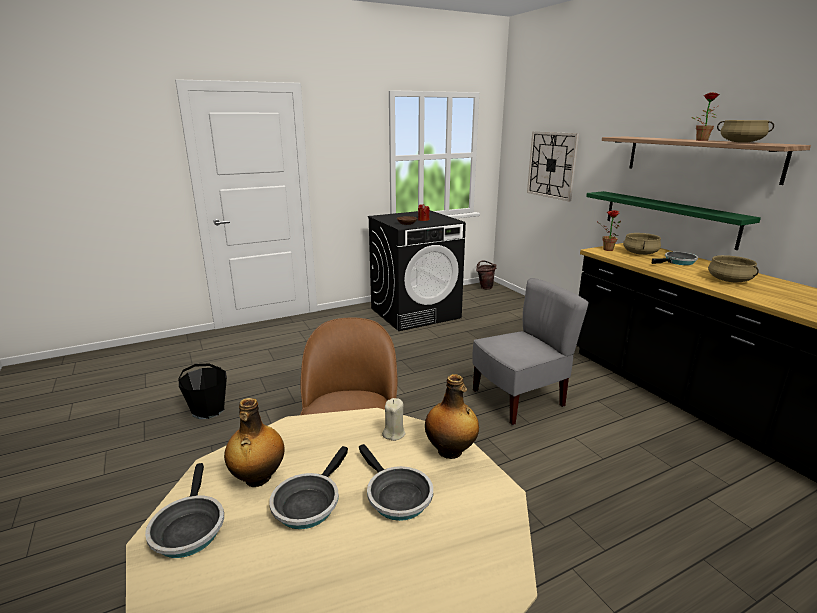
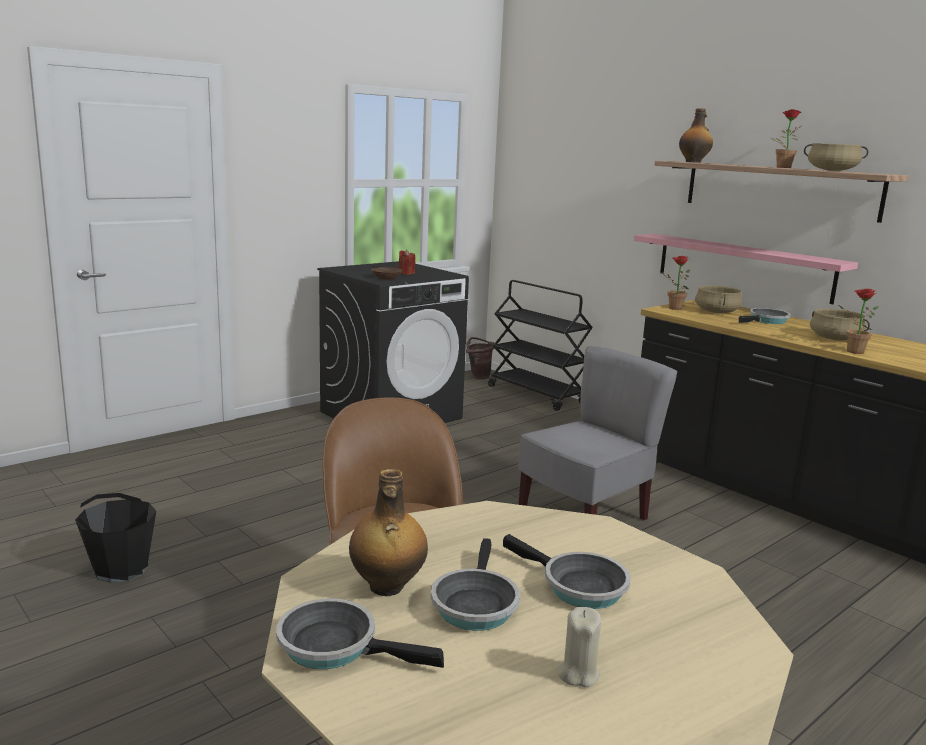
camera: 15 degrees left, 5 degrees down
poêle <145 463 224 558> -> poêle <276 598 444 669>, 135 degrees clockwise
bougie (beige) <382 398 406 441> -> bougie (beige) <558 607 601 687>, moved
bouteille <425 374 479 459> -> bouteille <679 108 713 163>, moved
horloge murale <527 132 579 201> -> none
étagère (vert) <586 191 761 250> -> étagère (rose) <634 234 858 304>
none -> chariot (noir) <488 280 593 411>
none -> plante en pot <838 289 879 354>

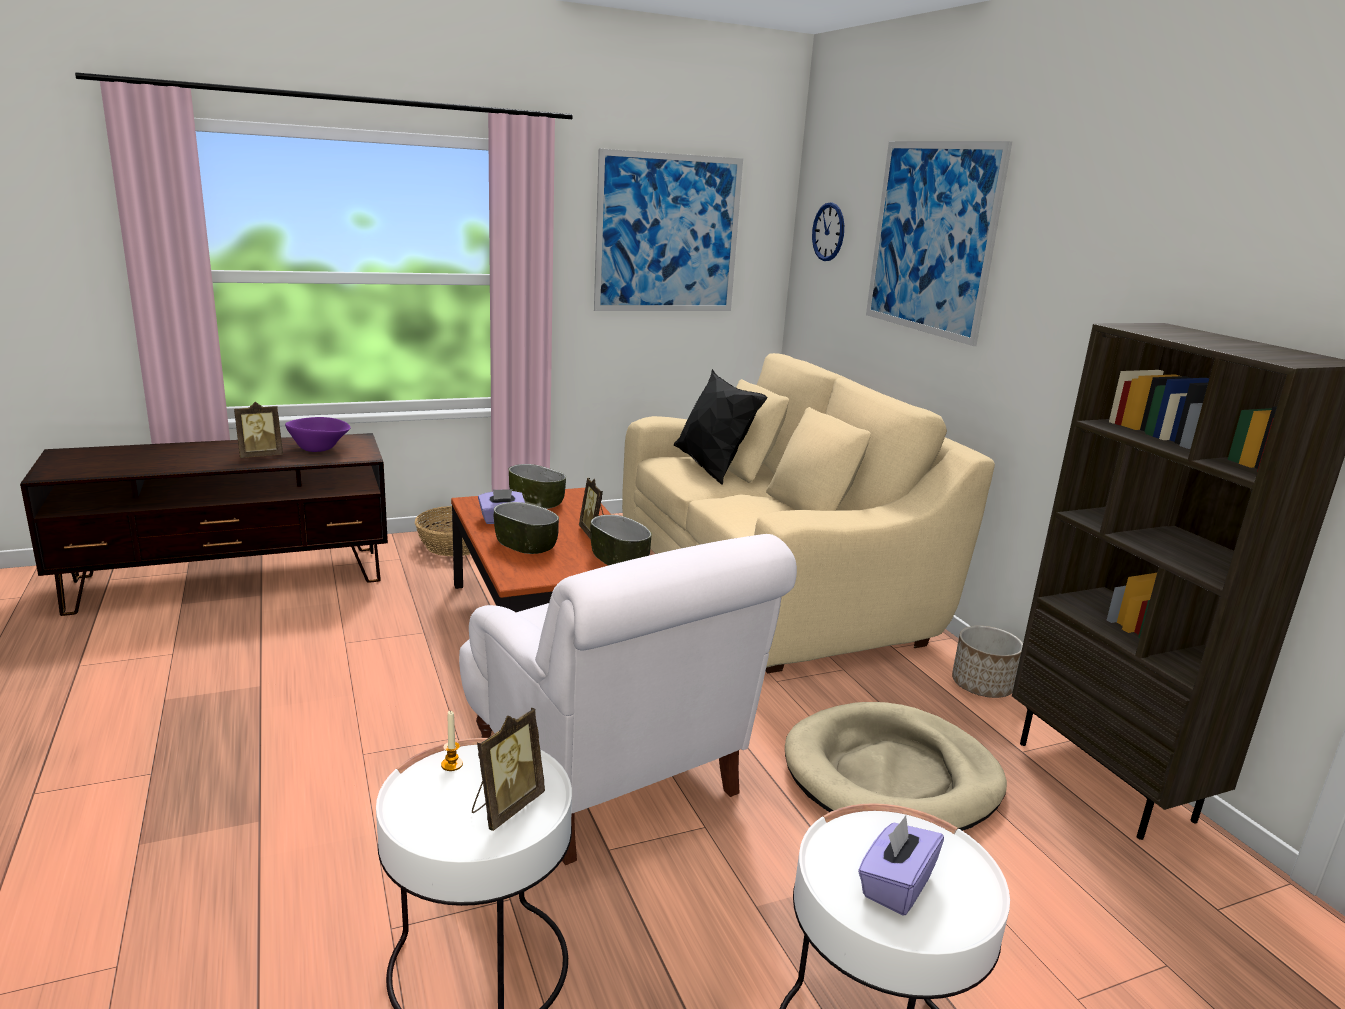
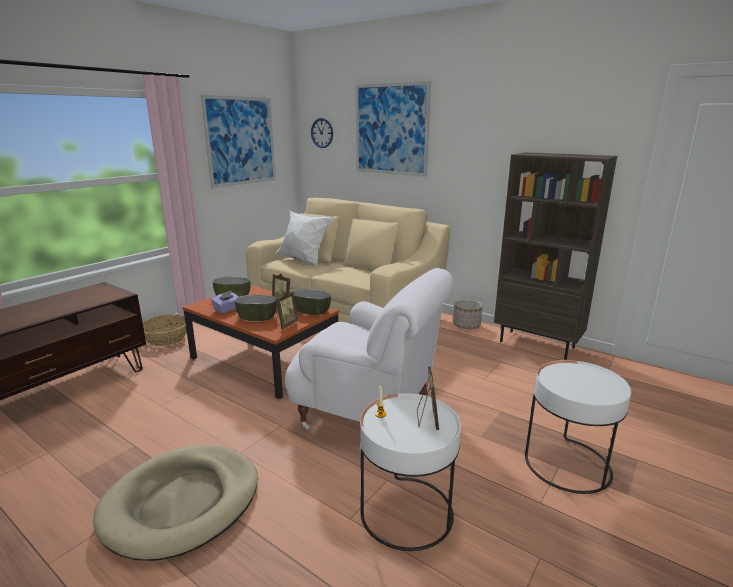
camera: 30 degrees left, 0 degrees up
cadre photo <234 402 283 458> -> cadre photo <275 291 298 329>, moved
bol (violet) <285 417 351 452> -> none
coussin (noir) <674 369 768 485> -> coussin (blanc) <275 210 333 267>
panier pour chien (beige) <785 702 1007 831> -> panier pour chien (beige) <93 445 258 561>, moved
boîte à mouchoirs (violet) <858 815 944 915> -> none

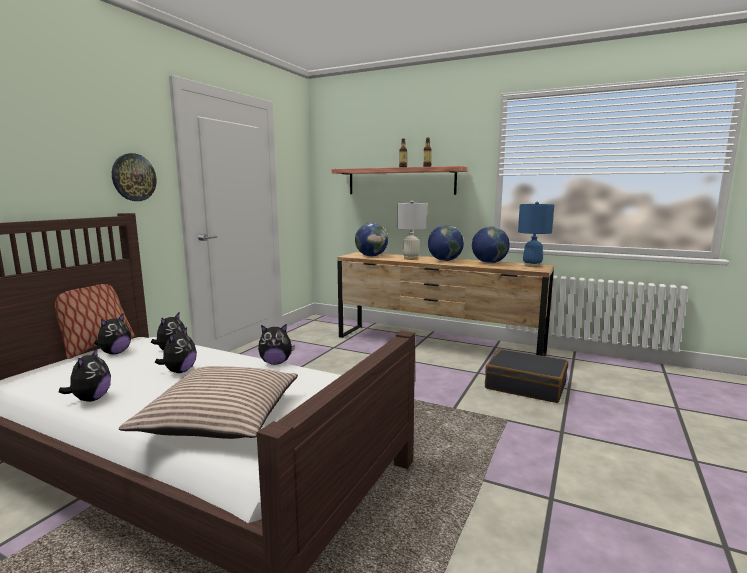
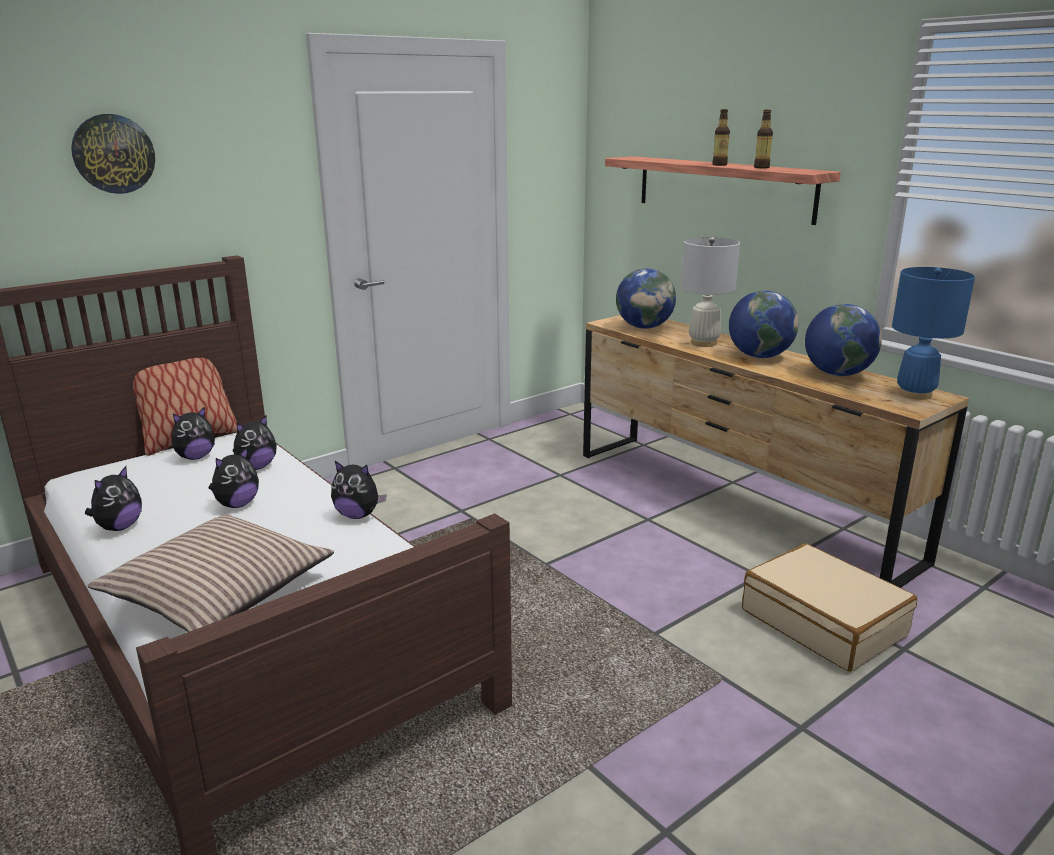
camera: 25 degrees right, 10 degrees up
horloge murale <112 153 156 201> -> horloge murale <71 114 155 194>, moved
valise (noir) <485 349 568 403> -> valise (beige) <742 543 917 671>

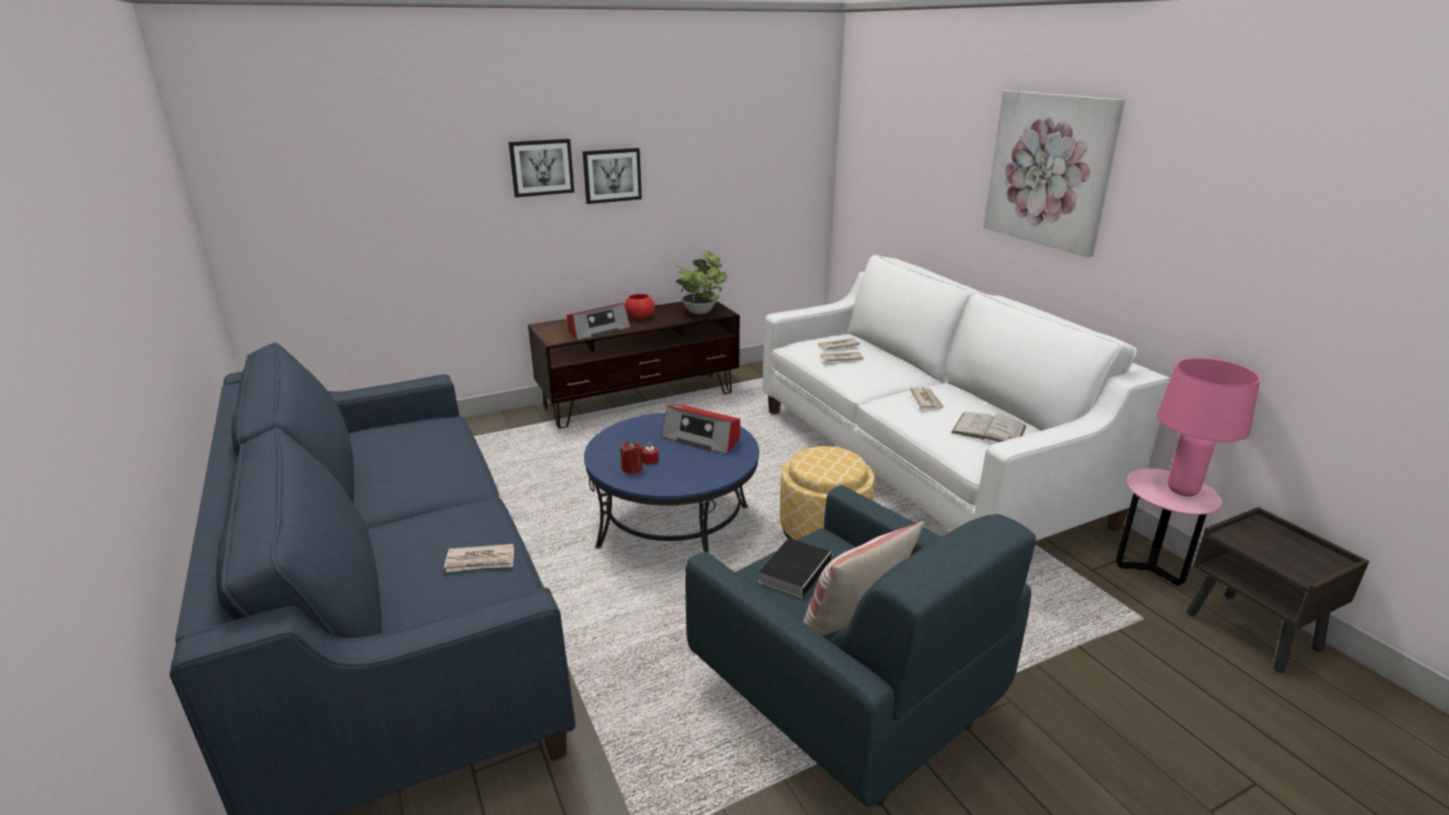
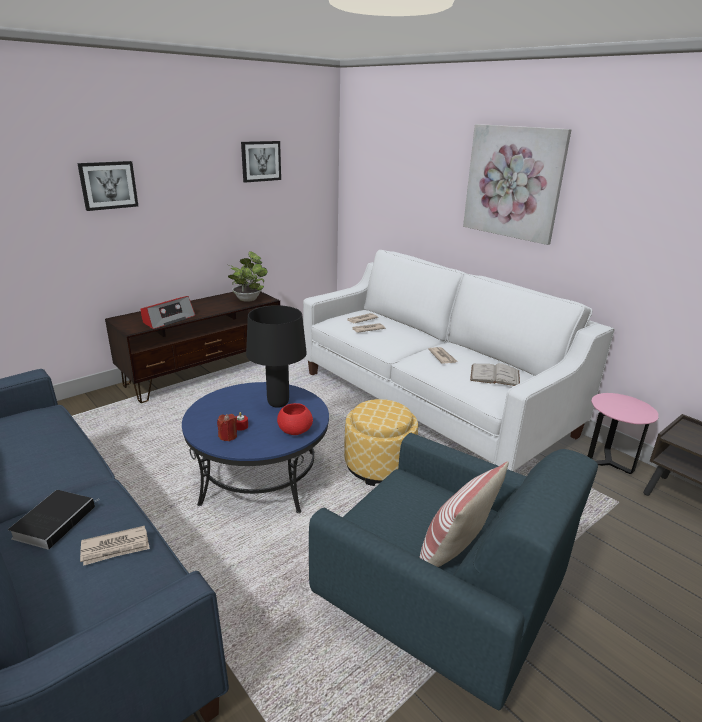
camera: 15 degrees left, 0 degrees up
tableau <582 148 642 204> -> tableau <241 141 281 183>, moved
bol (rouge) <625 294 655 319> -> bol (rouge) <277 403 313 435>, moved
radio <661 405 740 454> -> lampe de table (noir) <246 305 307 408>
livre <759 538 833 598> -> livre <8 490 100 550>, moved
lampe de table (rose) <1157 358 1260 496> -> none

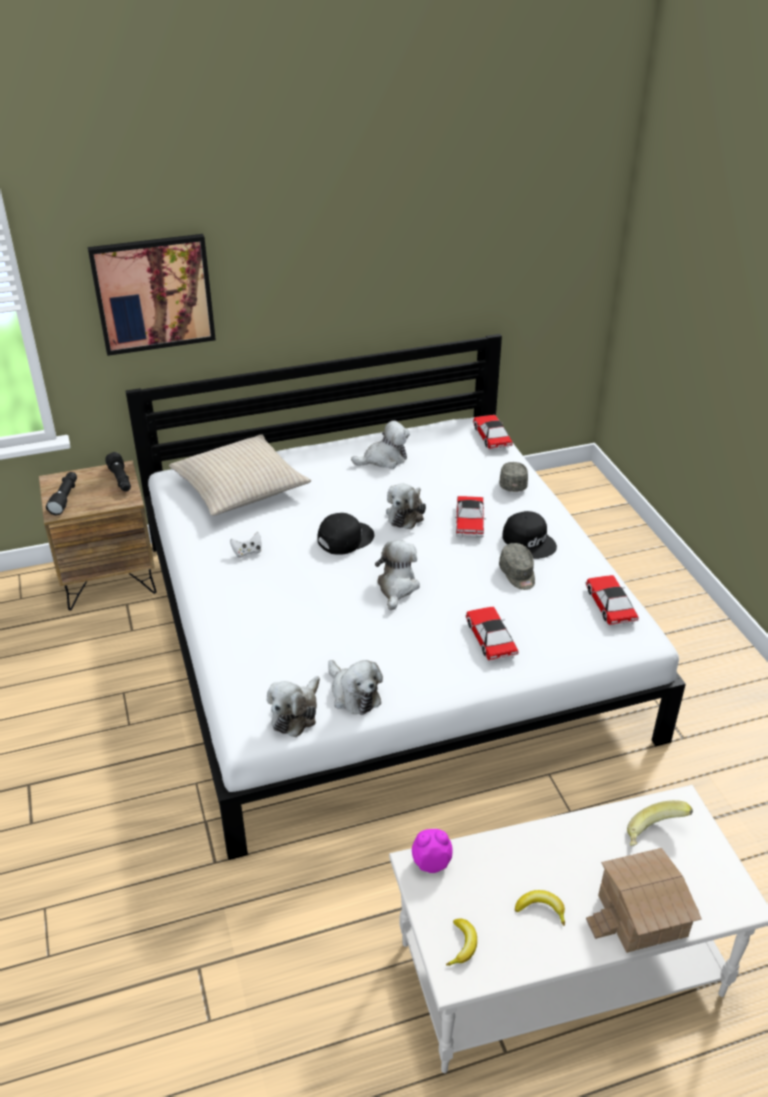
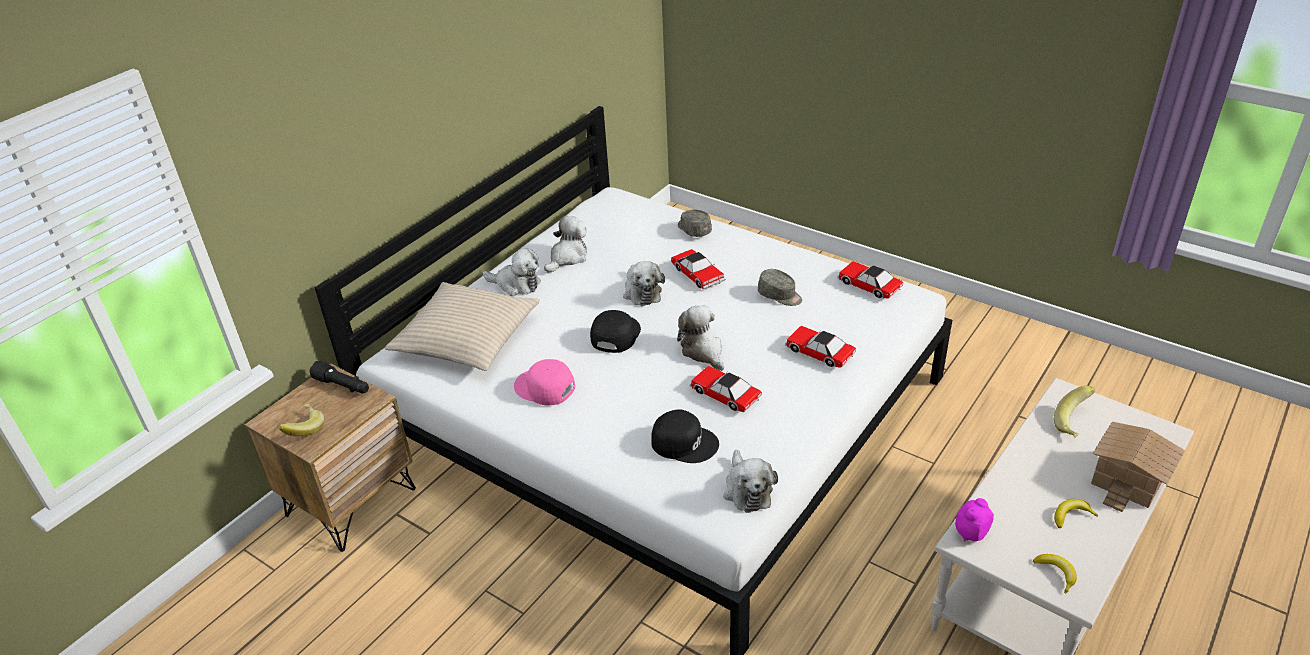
camera: 35 degrees left, 0 degrees up
lampe de poche (noir) <46 472 77 515> -> banane <279 404 324 436>
tableau <88 234 216 356> -> none
manette (blanc) <230 532 262 558> -> casquette (rose) <514 359 575 405>
peluche <328 660 383 715> -> peluche <483 248 541 296>, moved
petite voiture <473 415 513 449> -> petite voiture <690 366 762 412>, moved
casquette (noir) <502 511 557 559> -> casquette (noir) <651 409 719 463>, moved

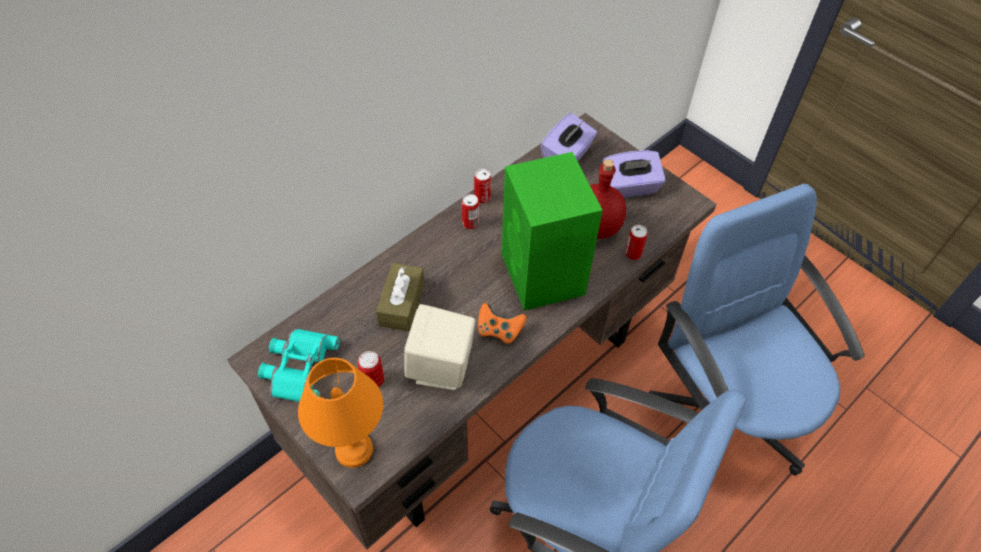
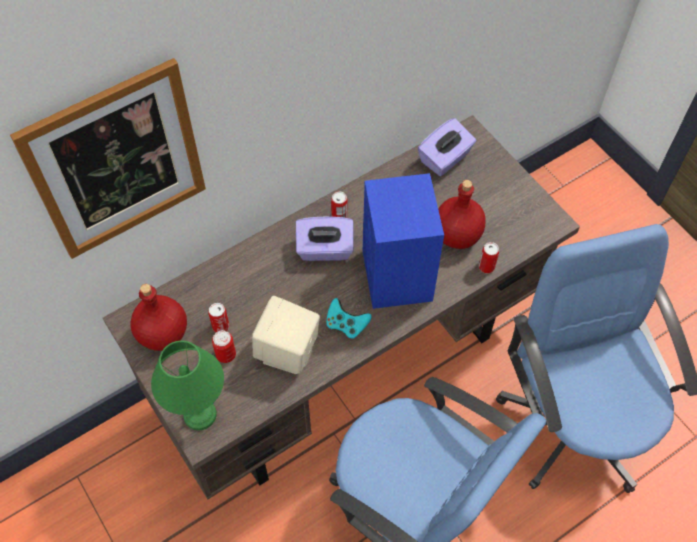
camera: 10 degrees right, 5 degrees up
jumelles (turquoise) <258 329 340 402> -> bouteille (rouge) <131 284 187 351>
lampe de table (orange) <298 358 383 468> -> lampe de table (vert) <151 340 224 430>
boîte à mouchoirs (marron) <376 263 425 332> -> none
boîte métallique <474 169 491 204> -> boîte métallique <208 303 230 332>, moved
manette (orange) <478 303 526 343> -> manette (turquoise) <327 298 372 338>
enceinte (vert) <501 152 603 311> -> enceinte (bleu) <363 173 444 309>
boîte à mouchoirs (violet) <602 150 666 198> -> boîte à mouchoirs (violet) <296 217 354 261>, moved
none -> tableau <10 58 206 259>

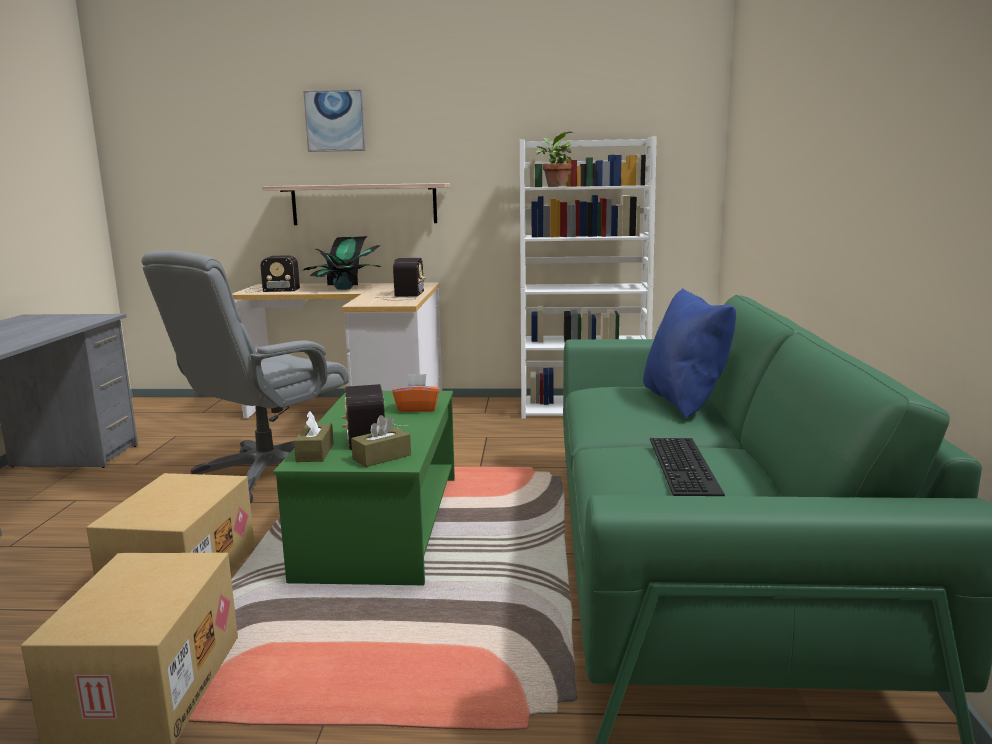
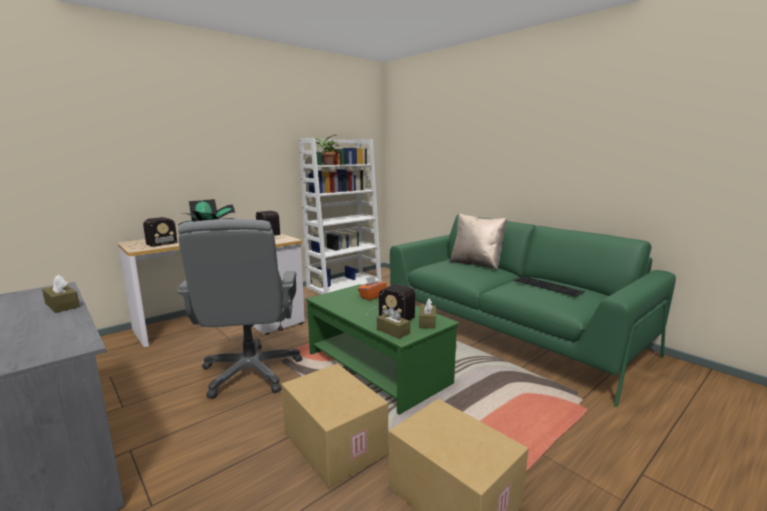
camera: 45 degrees left, 0 degrees up
étagère <262 183 451 225> -> none
tableau <303 90 366 152> -> none
coussin (bleu) <643 288 736 418> -> coussin (beige) <449 213 508 270>
none -> boîte à mouchoirs (marron) <42 275 80 313>

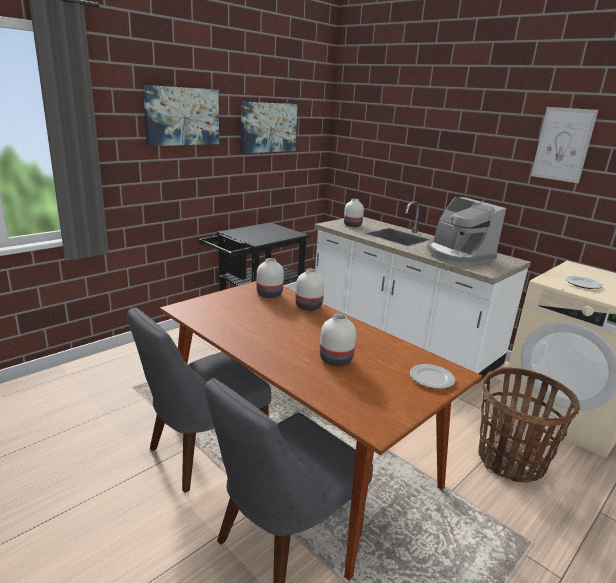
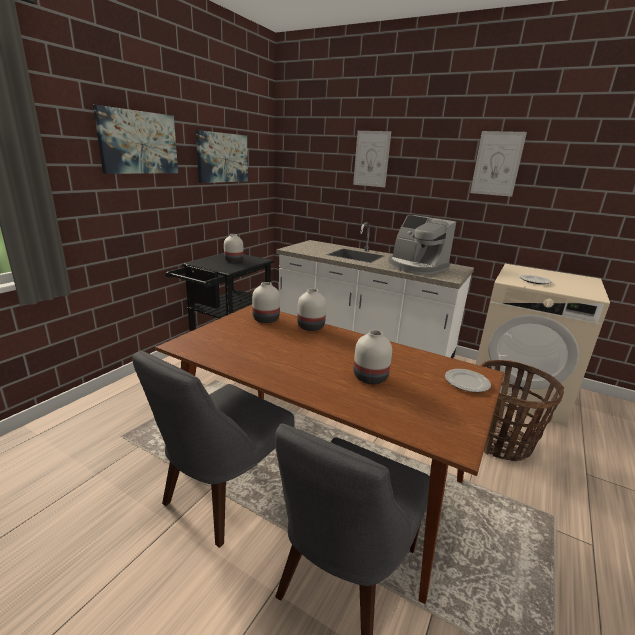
camera: 15 degrees left, 0 degrees up
vase (blanc) <344 199 364 227> -> vase (blanc) <224 234 244 262>, moved
none -> tableau <353 131 391 187>

